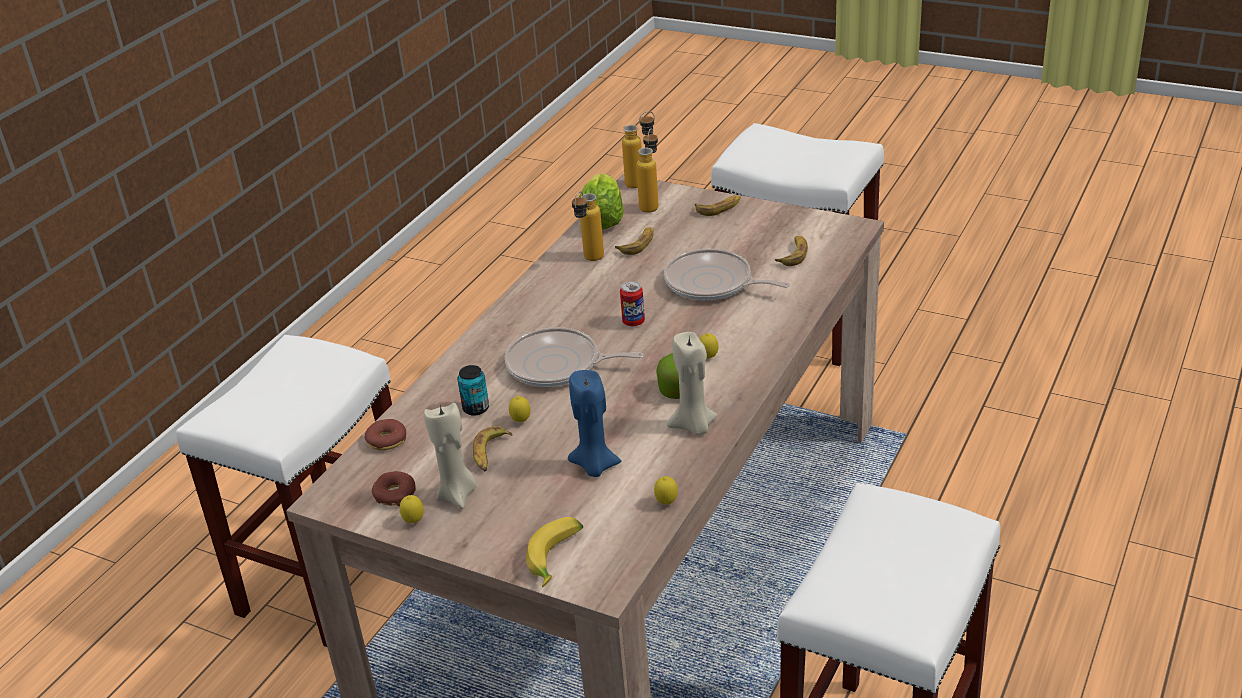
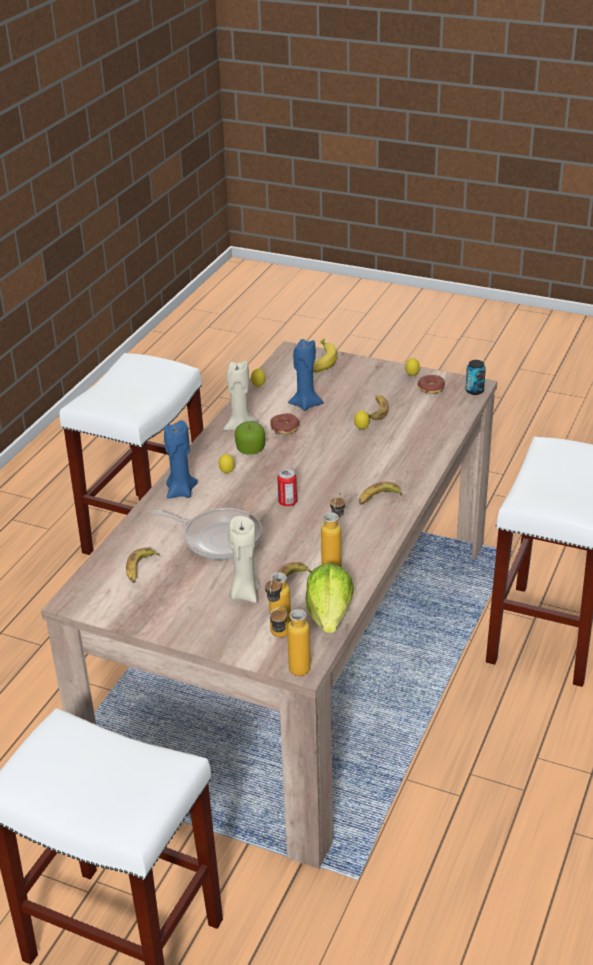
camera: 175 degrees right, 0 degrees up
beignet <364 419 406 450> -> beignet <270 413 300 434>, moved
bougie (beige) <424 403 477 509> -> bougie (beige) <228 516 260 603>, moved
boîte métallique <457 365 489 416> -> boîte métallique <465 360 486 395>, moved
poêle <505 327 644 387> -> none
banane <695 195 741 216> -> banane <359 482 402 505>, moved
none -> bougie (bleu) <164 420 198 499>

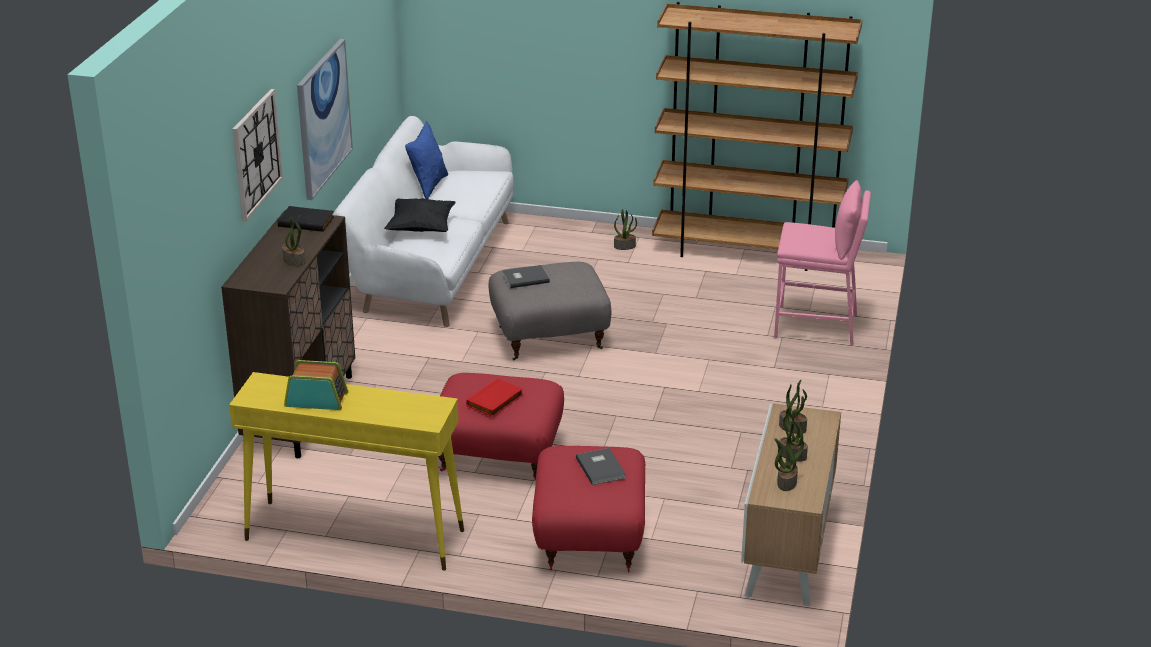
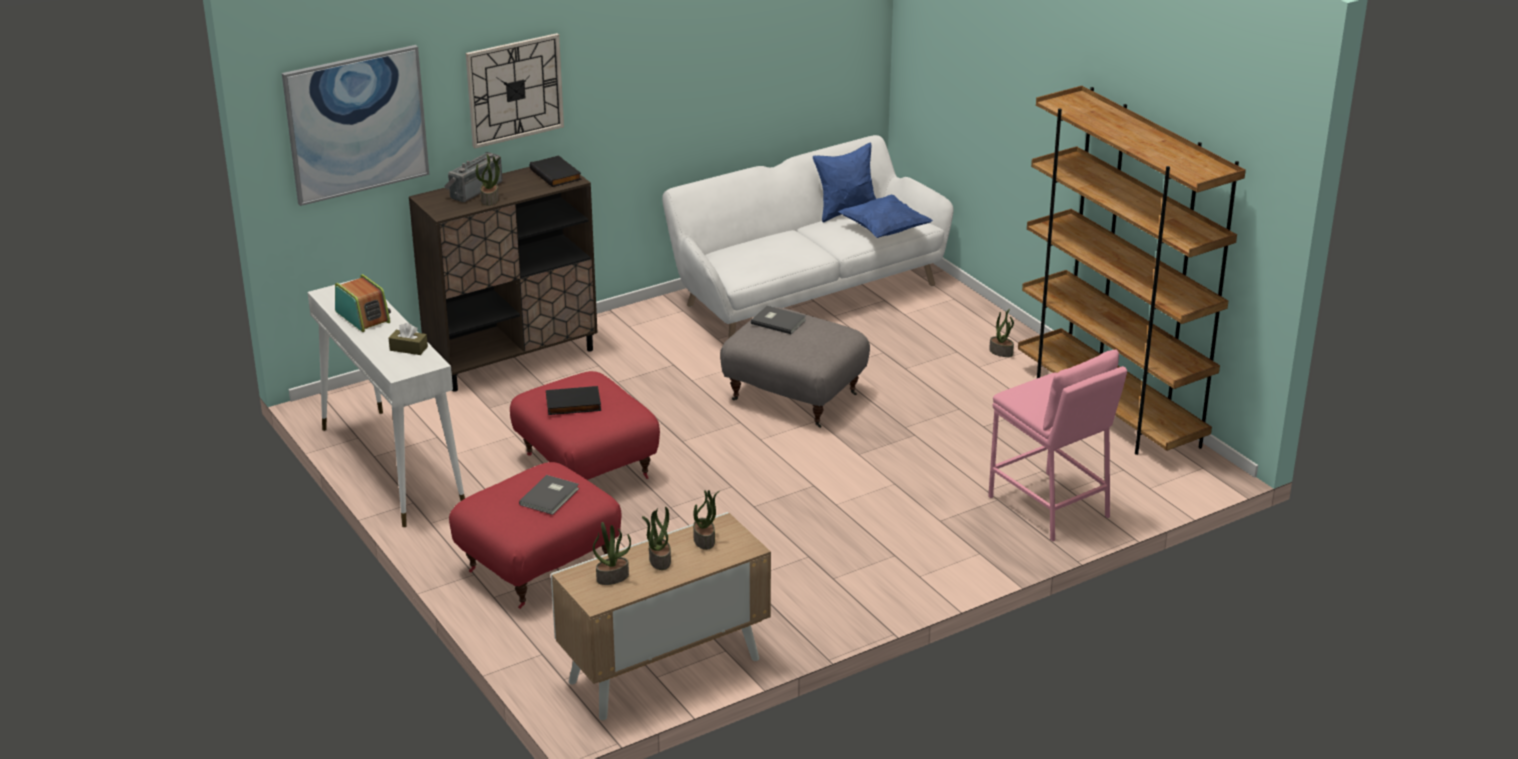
camera: 45 degrees right, 0 degrees up
table console (jaune) <229 372 464 571> -> table console (blanc) <307 279 465 527>
tableau <297 39 353 200> -> tableau <282 45 429 206>, moved
coussin (noir) <384 198 456 232> -> none
livre (rouge) <466 378 523 417> -> livre (noir) <546 386 601 415>
none -> boîte à mouchoirs (marron) <389 323 428 355>
none -> radio <445 152 502 202>
none -> coussin (bleu) <838 195 933 238>

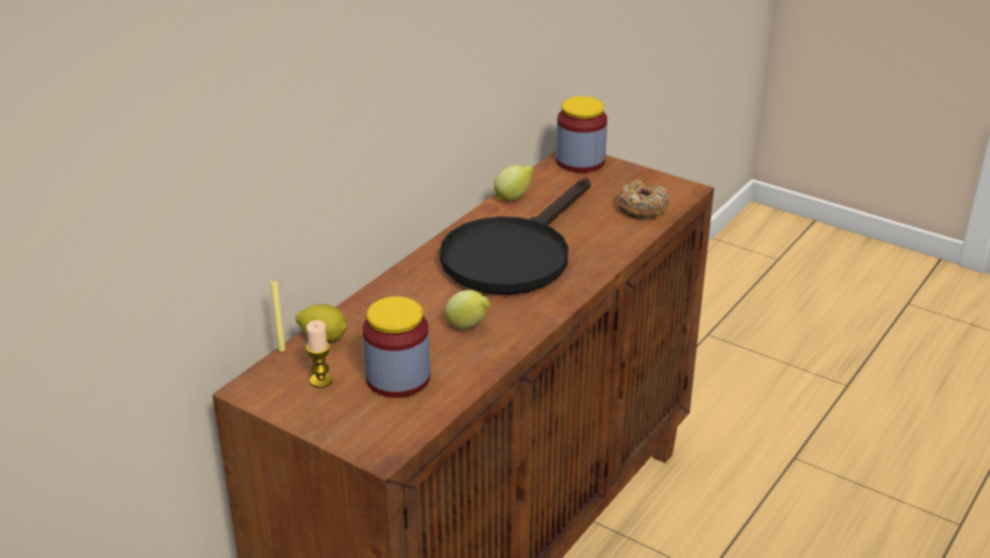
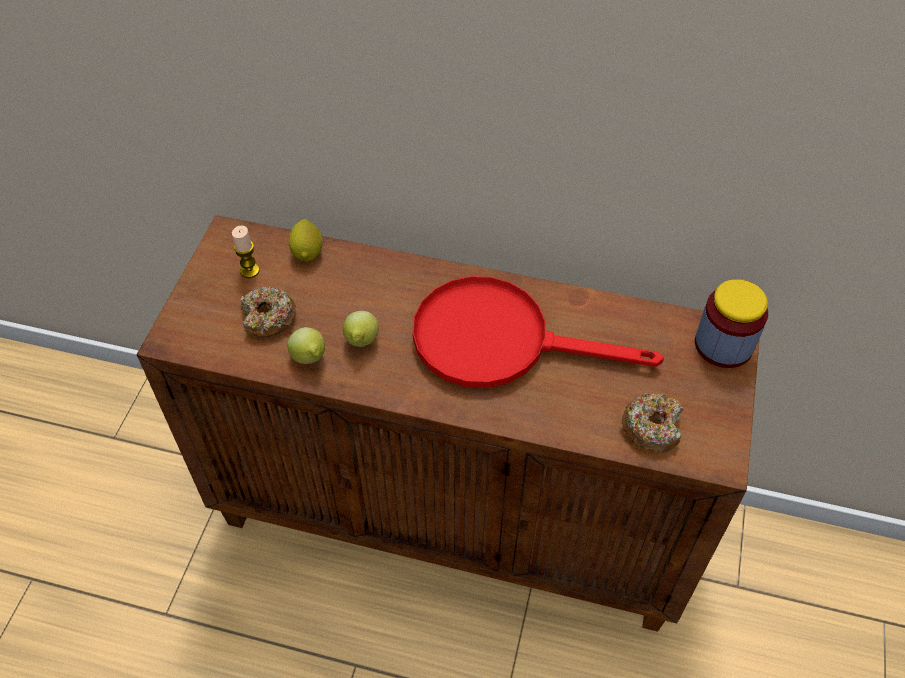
camera: 70 degrees right, 20 degrees up
bougie (jaune) <271 280 285 351> -> none
bocal <363 297 430 398> -> beignet <240 287 296 337>
poêle (noir) <440 178 591 295> -> poêle (rouge) <412 276 664 388>
citron <494 165 534 201> -> citron <287 327 325 364>, moved

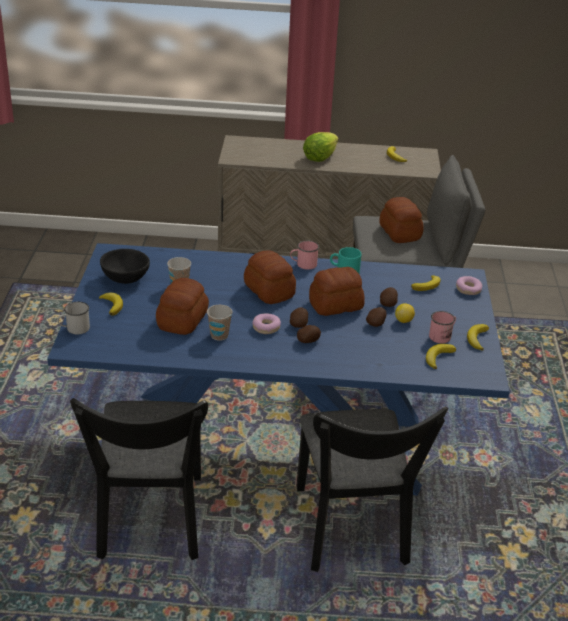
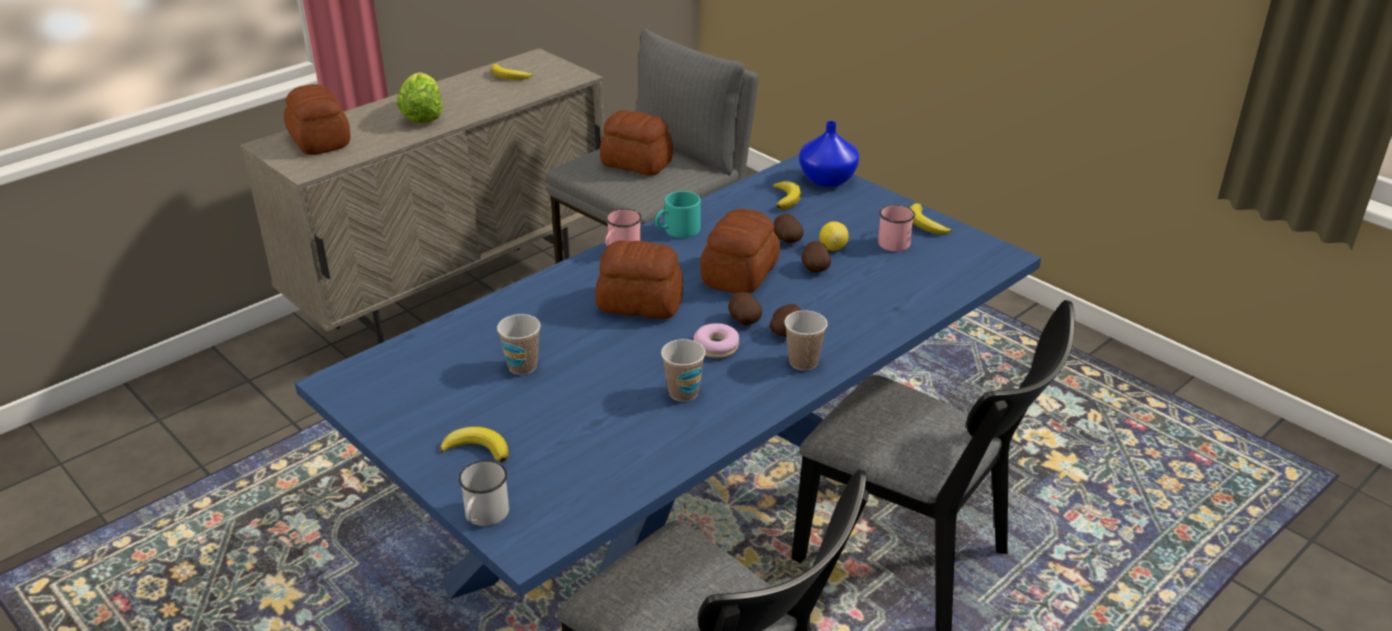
camera: 45 degrees left, 0 degrees up
bol (noir) <100 249 150 284> -> none
pain <156 278 209 335> -> pain <284 84 351 155>, moved
banane <426 344 456 369> -> none
beignet <456 276 482 295> -> vase (bleu) <799 121 859 187>
none -> tasse <784 310 827 371>

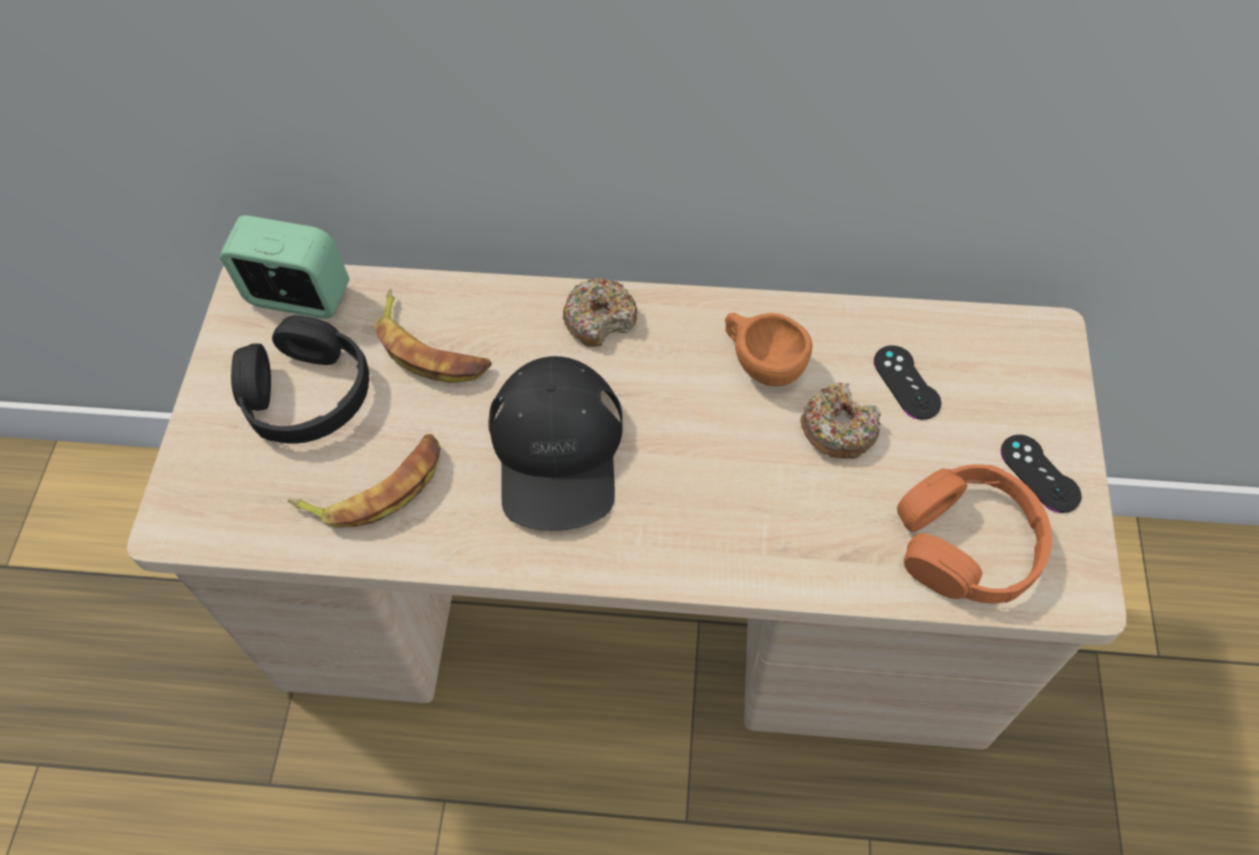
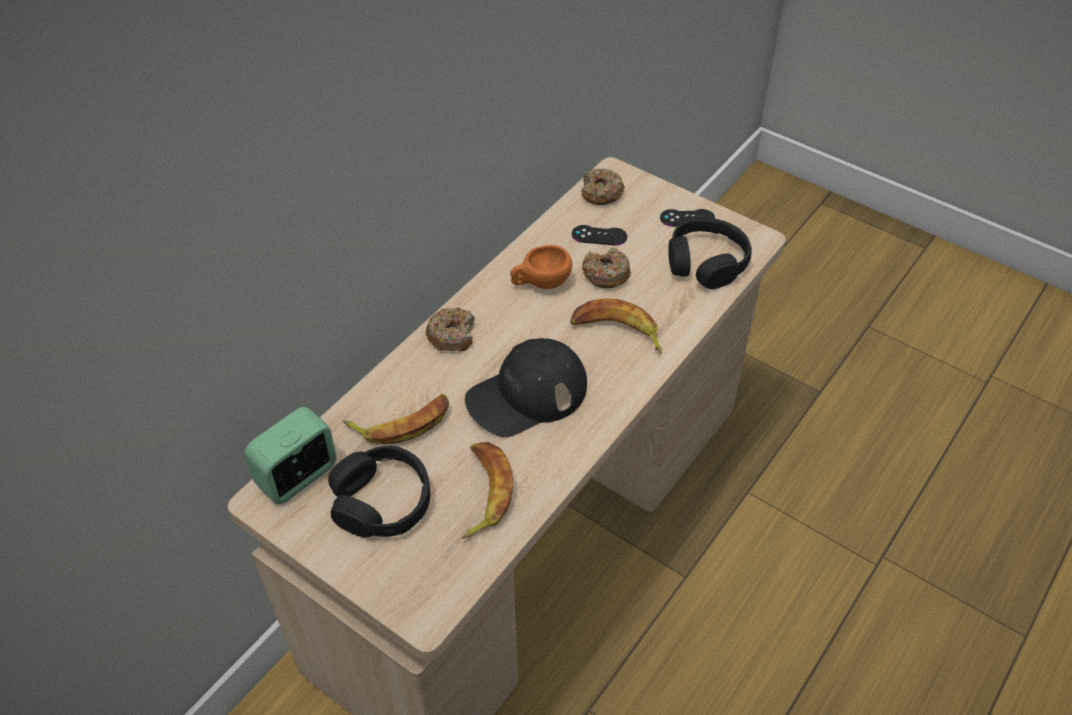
camera: 60 degrees left, 10 degrees down
casquette (noir) <488 356 623 531> -> casquette (noir) <465 338 587 437>, 120 degrees clockwise
casque audio (orange) <897 464 1052 604> -> casque audio (noir) <668 218 752 289>
none -> banane <570 299 662 354>
none -> beignet <581 169 625 205>

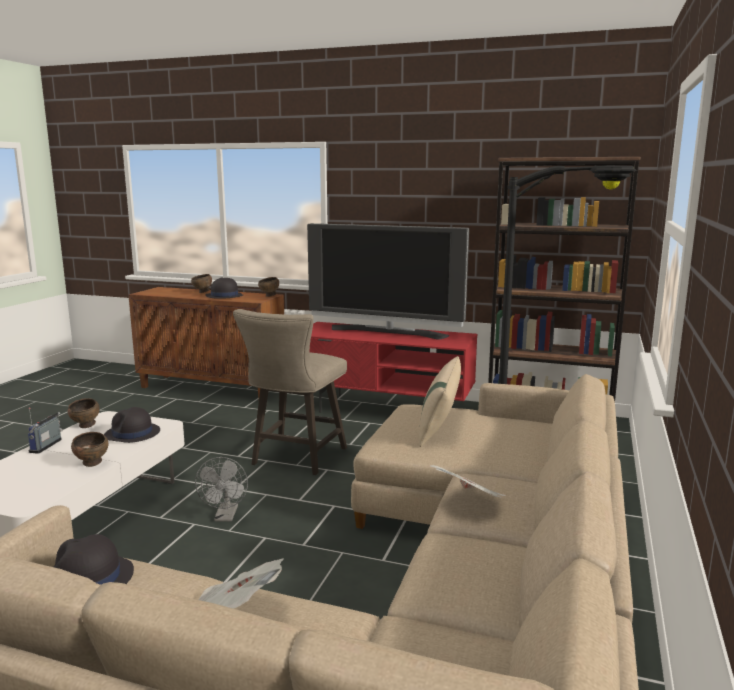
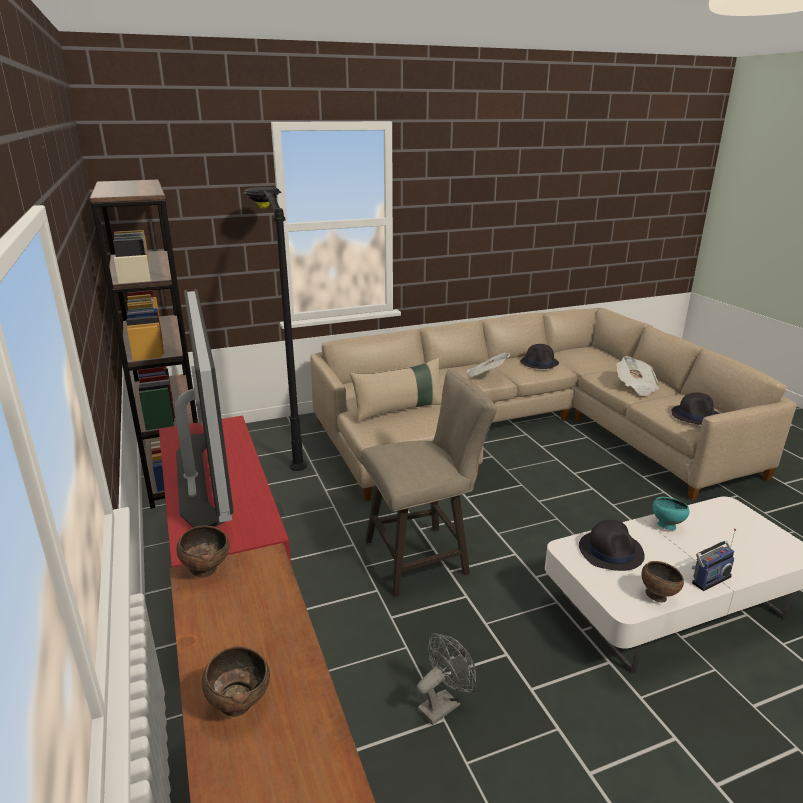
camera: 130 degrees left, 10 degrees up
bol (marron) <71 432 108 467> -> bol (turquoise) <652 497 689 530>
ventilateur (gris) <195 457 248 522> -> ventilateur (gris) <417 633 476 725>, moved
chapeau (noir) <205 277 243 299> -> chapeau (noir) <520 344 559 369>, moved

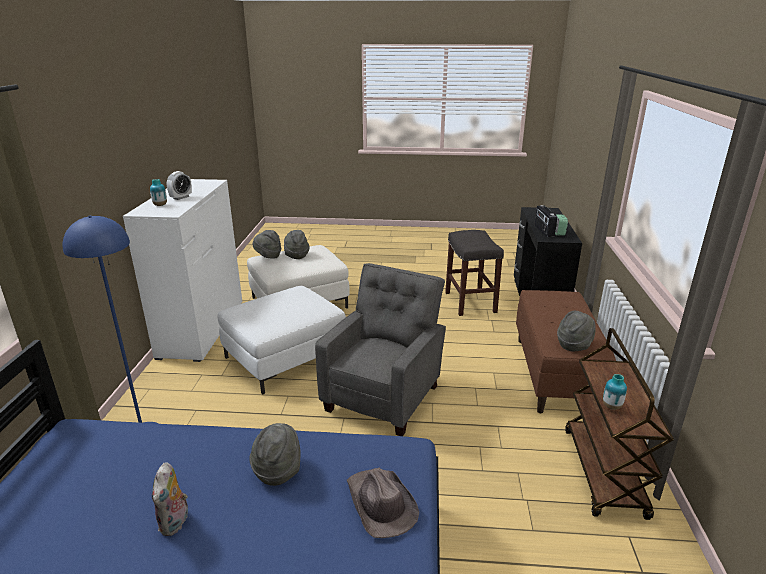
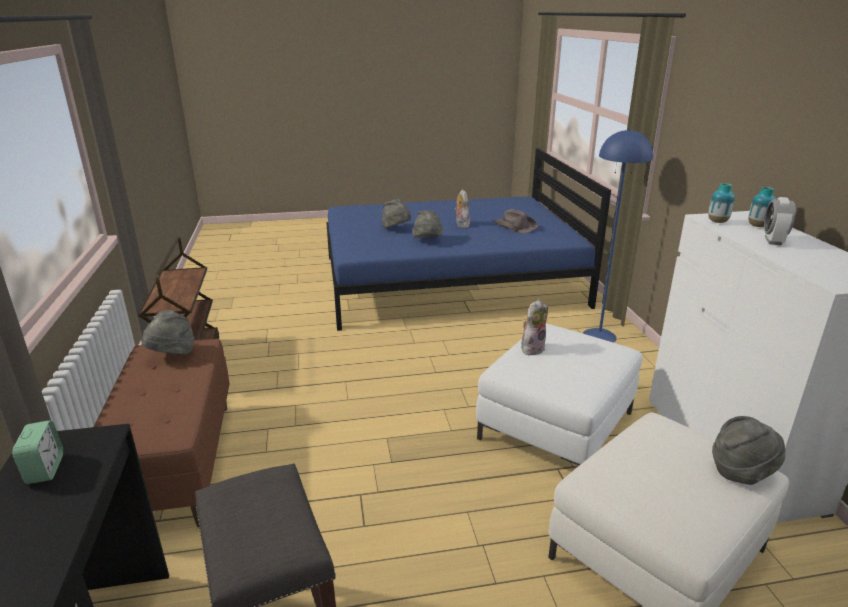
camera: 165 degrees right, 0 degrees up
chapeau (gris) <284 230 310 259> -> chapeau (gris) <382 199 411 228>, moved
fauteuil (gris) <315 263 446 436> -> none
chapeau (marron) <347 468 419 538> -> chapeau (marron) <494 209 538 233>, moved
radio <535 205 557 237> -> none
vase <603 374 627 410> -> vase <708 183 735 223>, moved
none -> peluche <521 300 548 355>

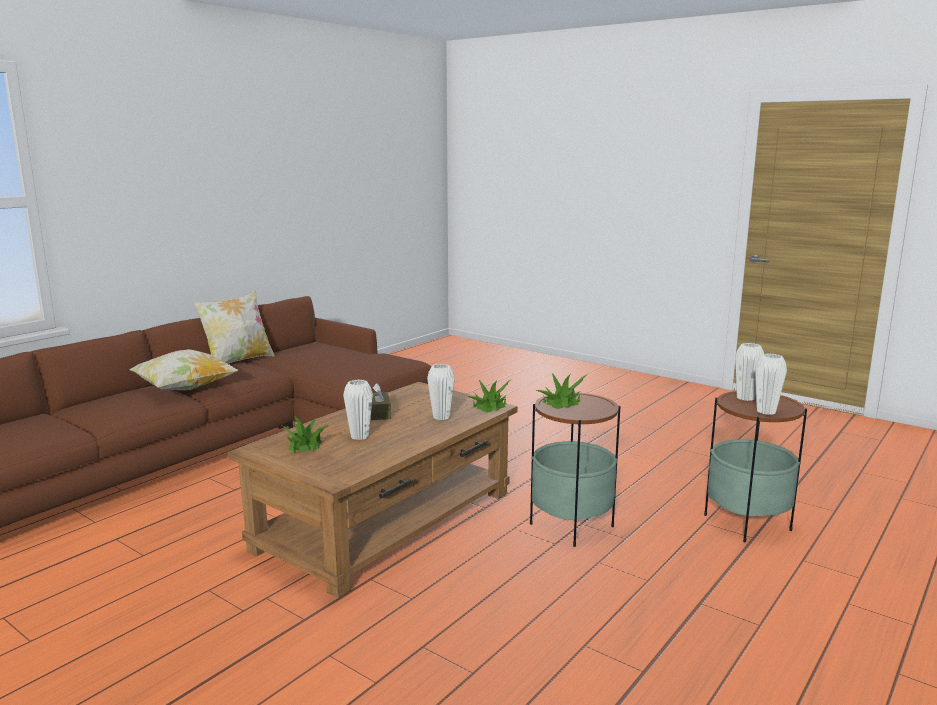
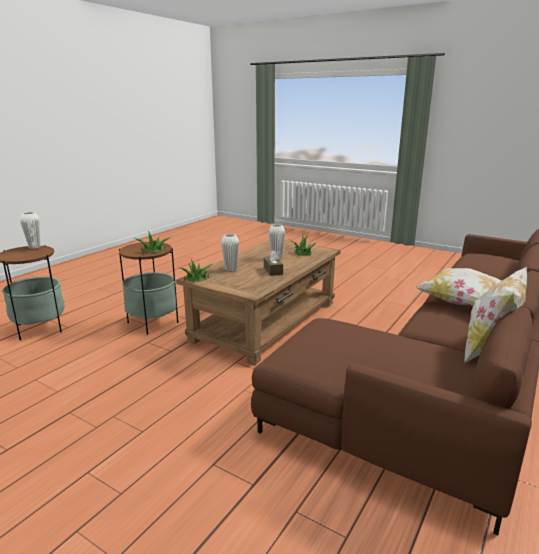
camera: 175 degrees right, 5 degrees up
vase (blanc) <735 343 764 401> -> none

